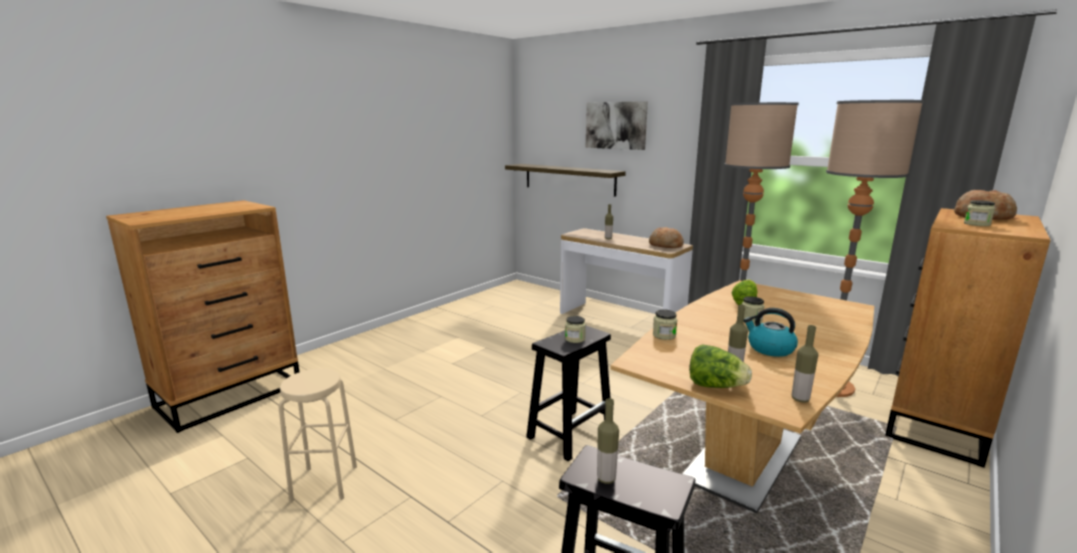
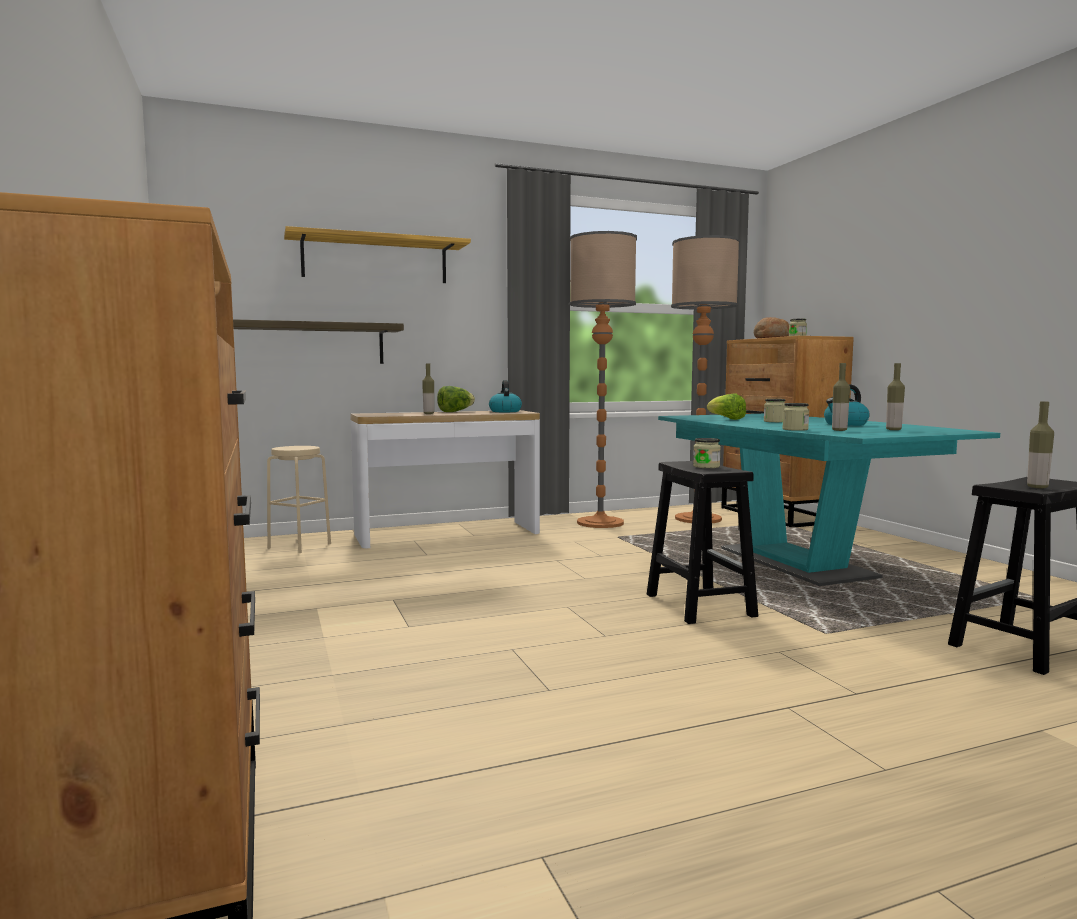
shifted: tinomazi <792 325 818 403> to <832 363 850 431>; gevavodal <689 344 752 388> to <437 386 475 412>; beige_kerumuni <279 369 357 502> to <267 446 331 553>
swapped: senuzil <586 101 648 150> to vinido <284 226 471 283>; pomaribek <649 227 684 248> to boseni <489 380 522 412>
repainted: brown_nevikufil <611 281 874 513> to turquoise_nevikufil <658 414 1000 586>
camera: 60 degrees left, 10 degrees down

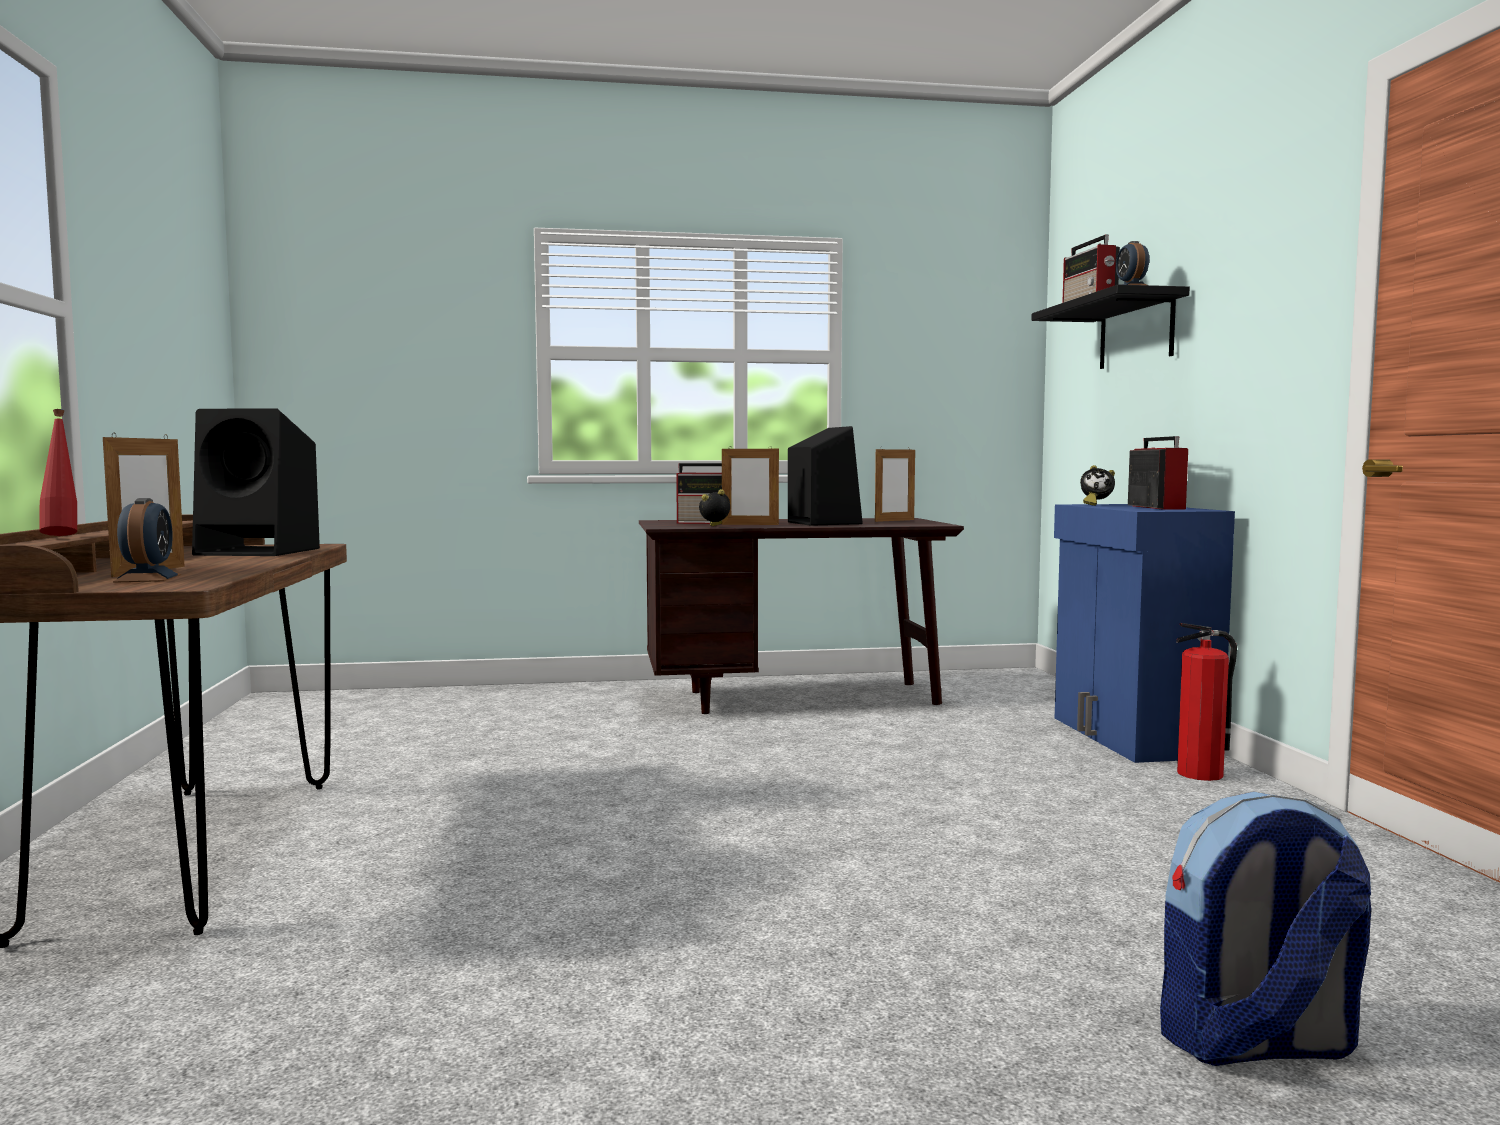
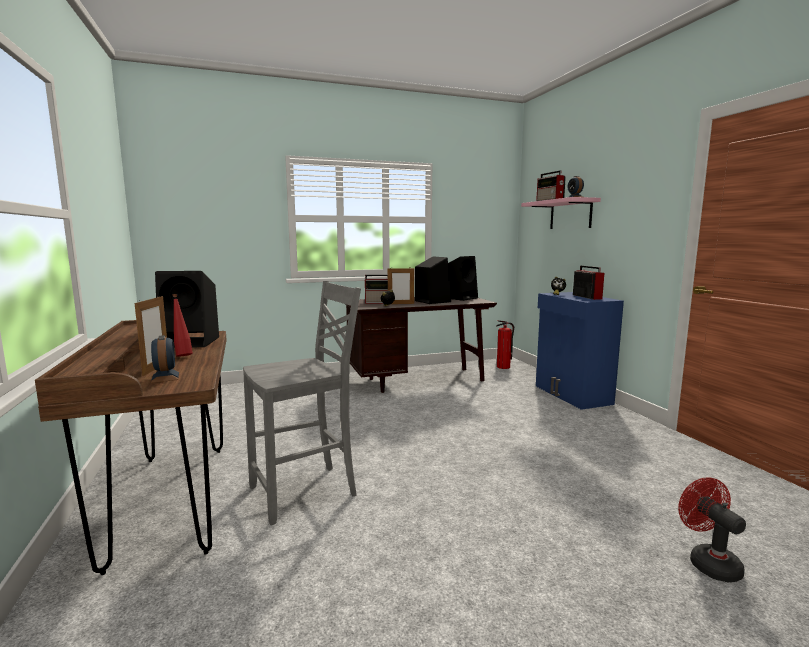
new: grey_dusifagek <243 281 361 525>
shifted: red_tinomazi <39 409 77 536> to <173 294 193 357>; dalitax <1176 623 1237 781> to <496 320 514 369>
swapped: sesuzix <875 447 915 522> to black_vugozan <448 256 478 301>; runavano <1160 792 1371 1066> to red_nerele <678 477 746 582>
repainted: black_vinido <1031 284 1190 369> to pink_vinido <521 197 601 229>
camera: 10 degrees left, 5 degrees up

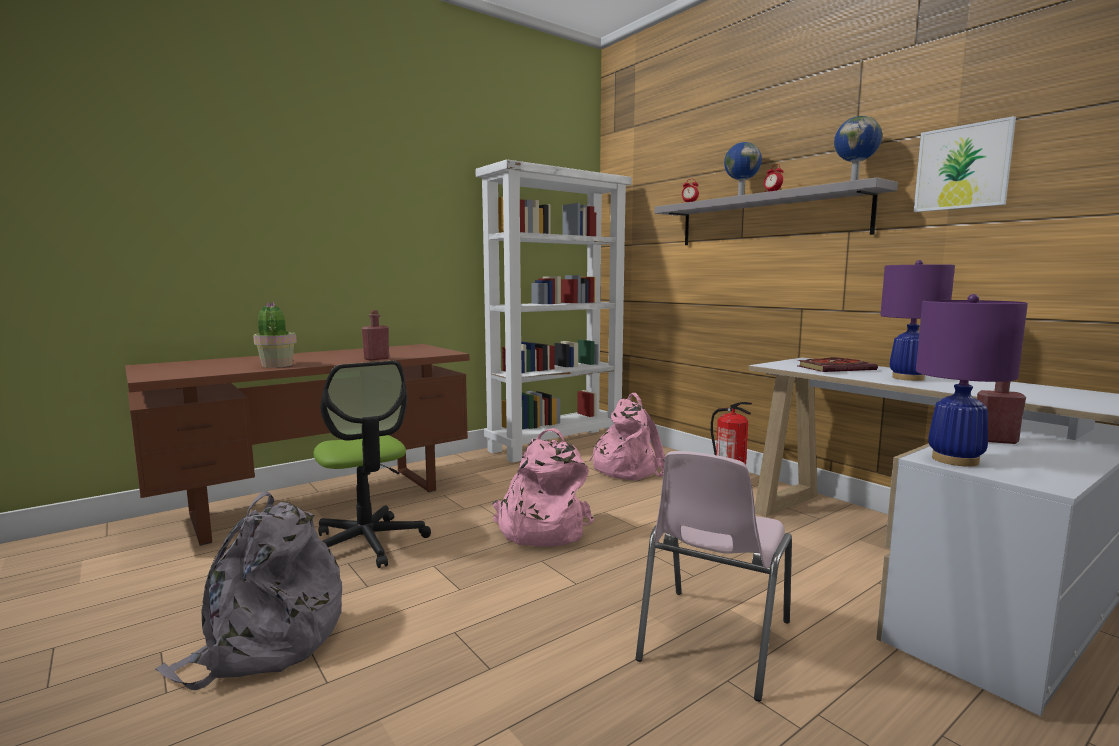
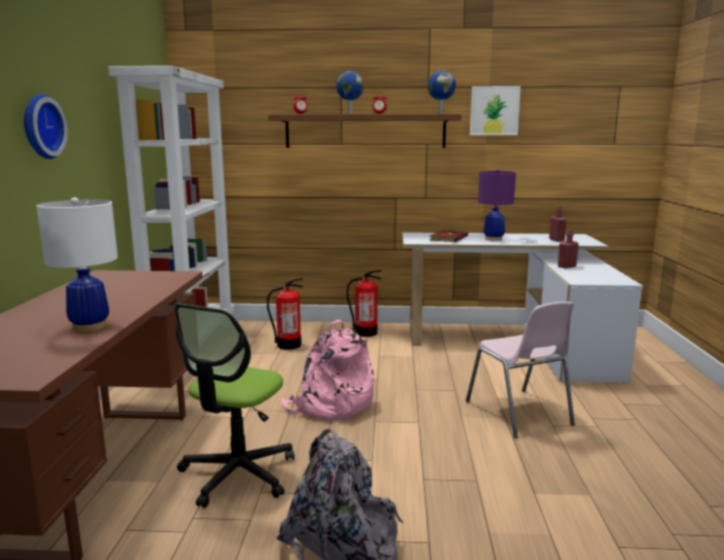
gone: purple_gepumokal <916 294 1028 467>
new: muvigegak <24 94 68 159>
shifted: red_tinomazi <362 310 389 361> to <549 205 567 242>
swapped: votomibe <253 302 297 368> to white_gepumokal <37 197 118 332>; pink_runavano <589 393 665 480> to dalitax <267 278 303 350>
repainted: grey_vinido <654 177 898 245> to brown_vinido <268 114 462 148>
rotated: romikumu <313 361 431 568> = <174 304 295 508> 105 degrees clockwise
camera: 50 degrees left, 5 degrees up

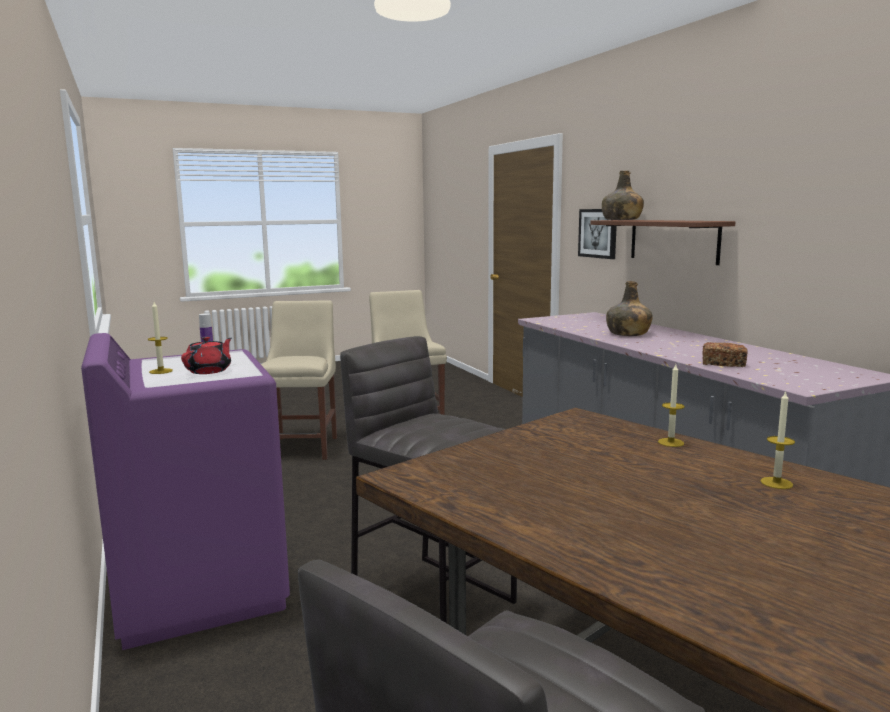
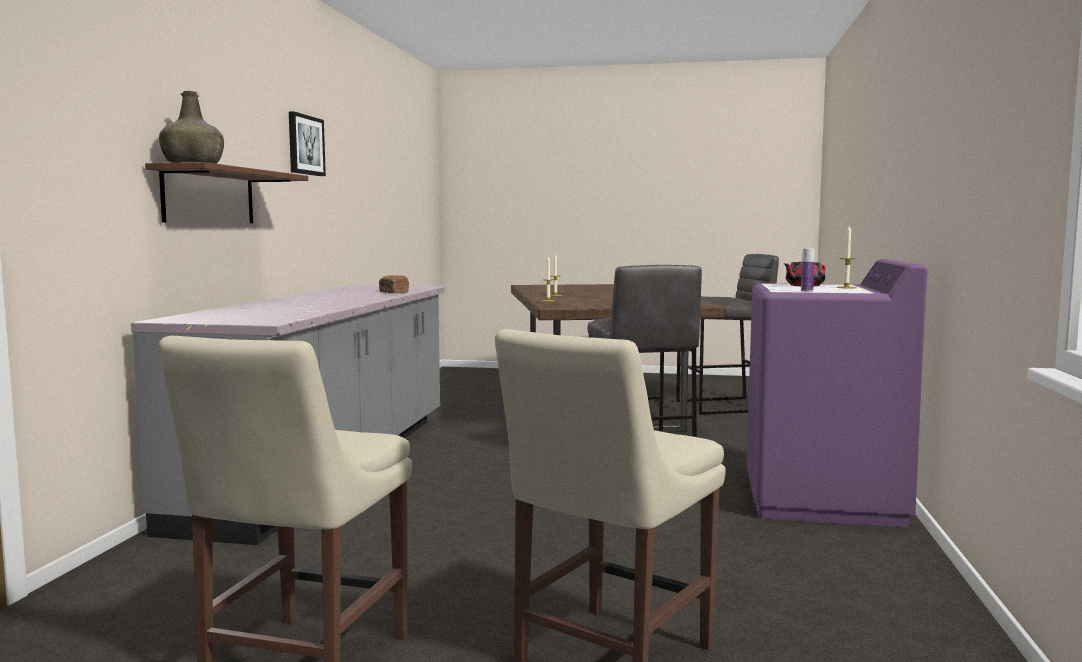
gone: green_tinomazi <606 281 653 336>
shifted: senuzil <578 209 617 259> to <289 111 326 176>
camera: 145 degrees left, 5 degrees down

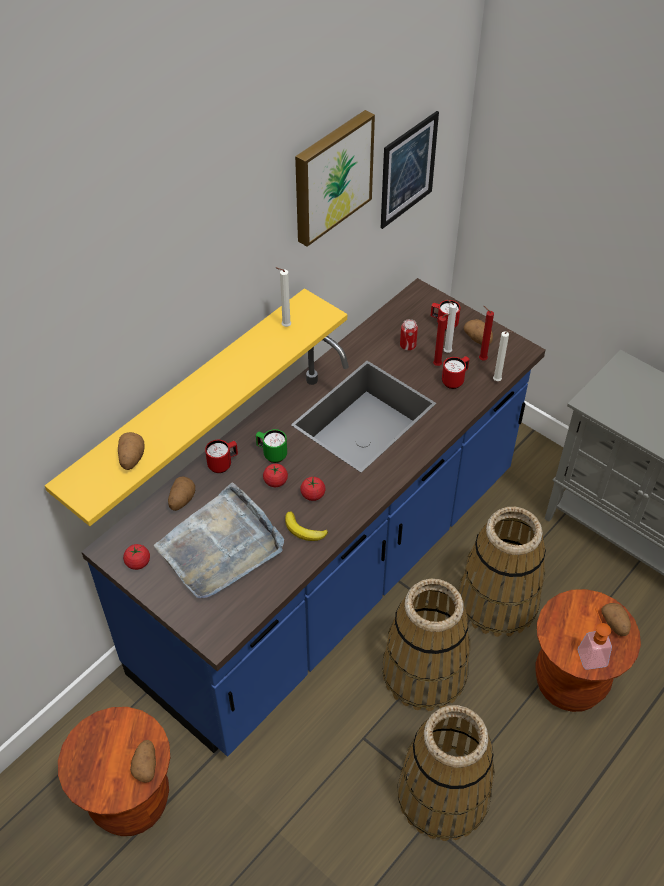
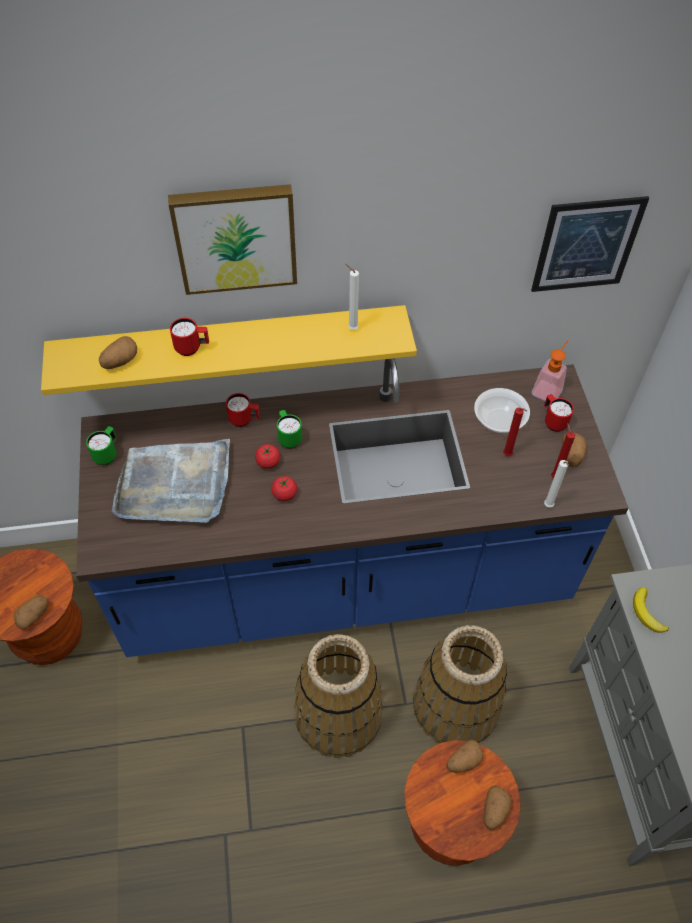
gone: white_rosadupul <444 299 457 353>; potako <397 705 495 841>
shifted: senuzil <295 110 375 247> to <168 184 297 295>; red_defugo <442 356 469 389> to <170 318 209 356>; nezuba <168 476 195 511> to <446 740 483 773>; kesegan <285 512 328 541> to <633 587 669 633>; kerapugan <578 608 612 670> to <532 339 569 401>
swapped: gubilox <400 319 418 350> to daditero <474 388 530 433>; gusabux <123 544 150 570> to green_defugo <86 426 117 465>
camera: 40 degrees right, 5 degrees up

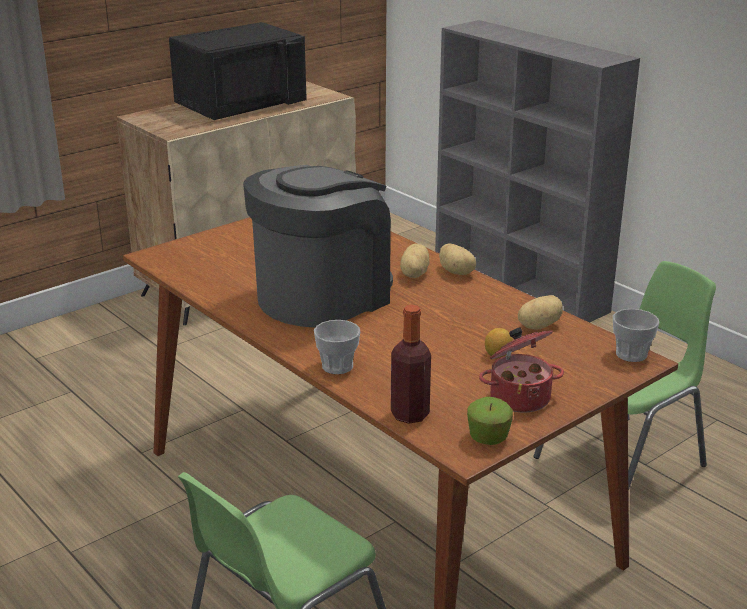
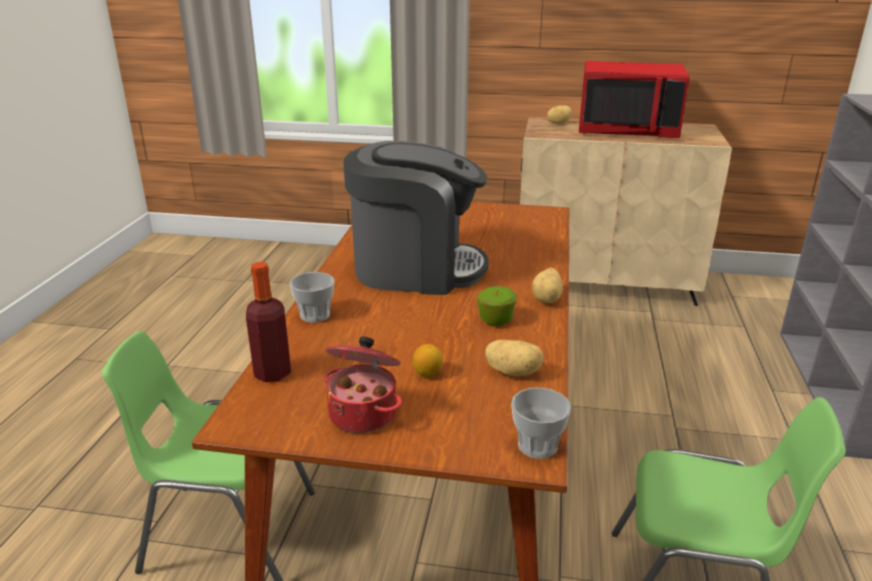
shifted: nezuba <400 244 430 278> to <547 105 572 124>; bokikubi <467 397 513 445> to <477 286 517 326>
repainted: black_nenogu <169 22 307 120> to red_nenogu <579 61 690 138>
camera: 50 degrees right, 0 degrees up

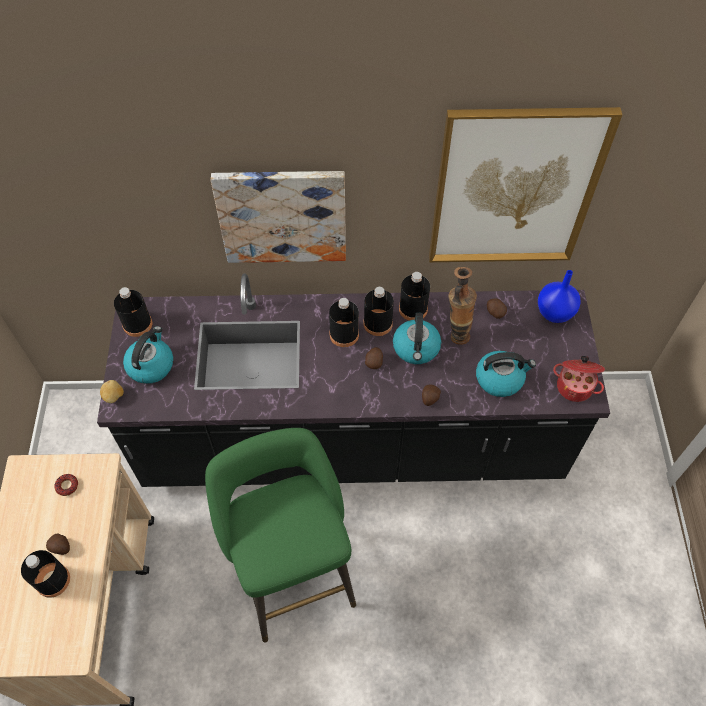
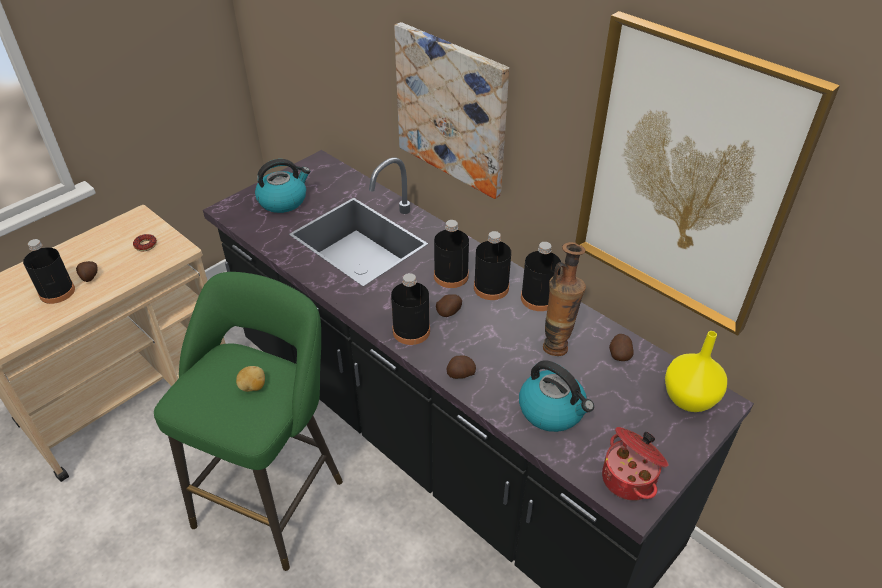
gone: boseni <393 313 441 364>
shifted: black_tinomazi <114 287 152 337> to <391 273 430 345>; nezuba <100 380 124 403> to <236 366 265 392>
repainted: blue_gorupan <538 270 580 323> to yellow_gorupan <665 331 727 412>
camera: 45 degrees right, 15 degrees down

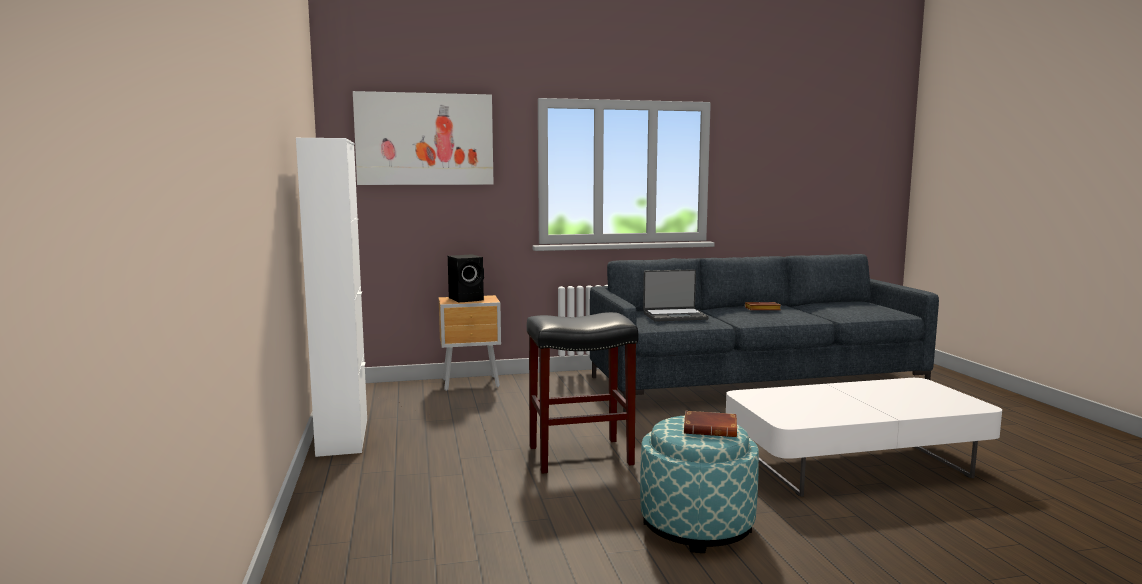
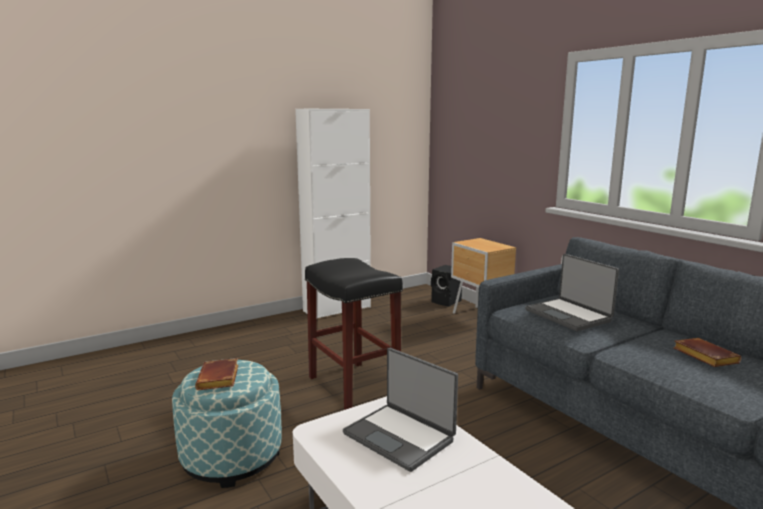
gone: senuzil <353 91 494 185>
new: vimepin <343 348 458 472>
shifted: black_vugozan <448 254 484 302> to <431 265 462 307>
camera: 70 degrees right, 5 degrees up

